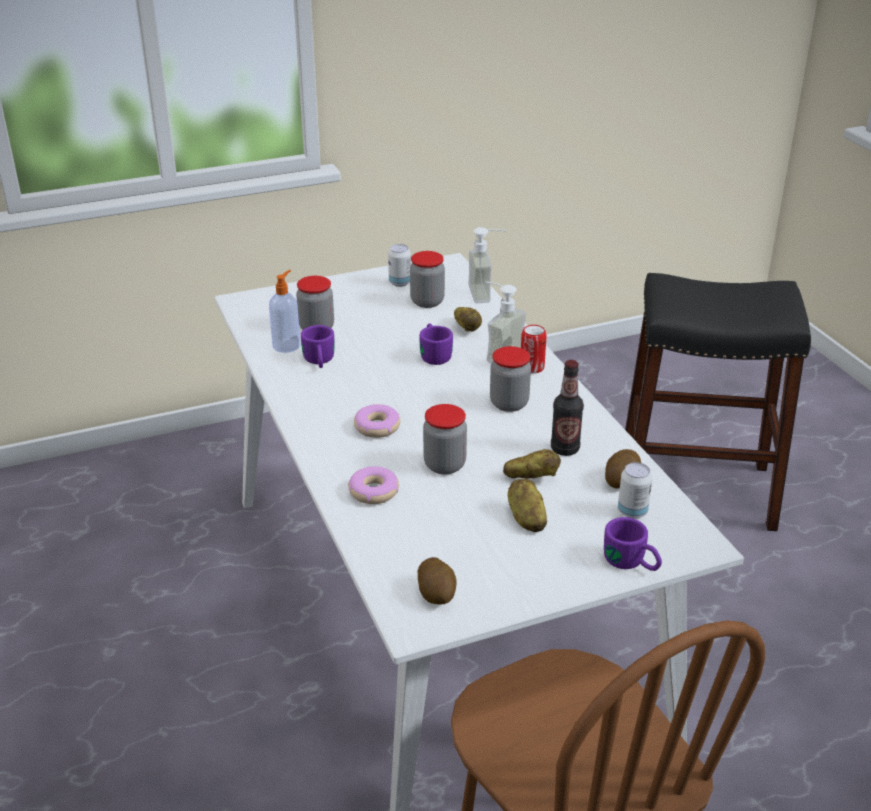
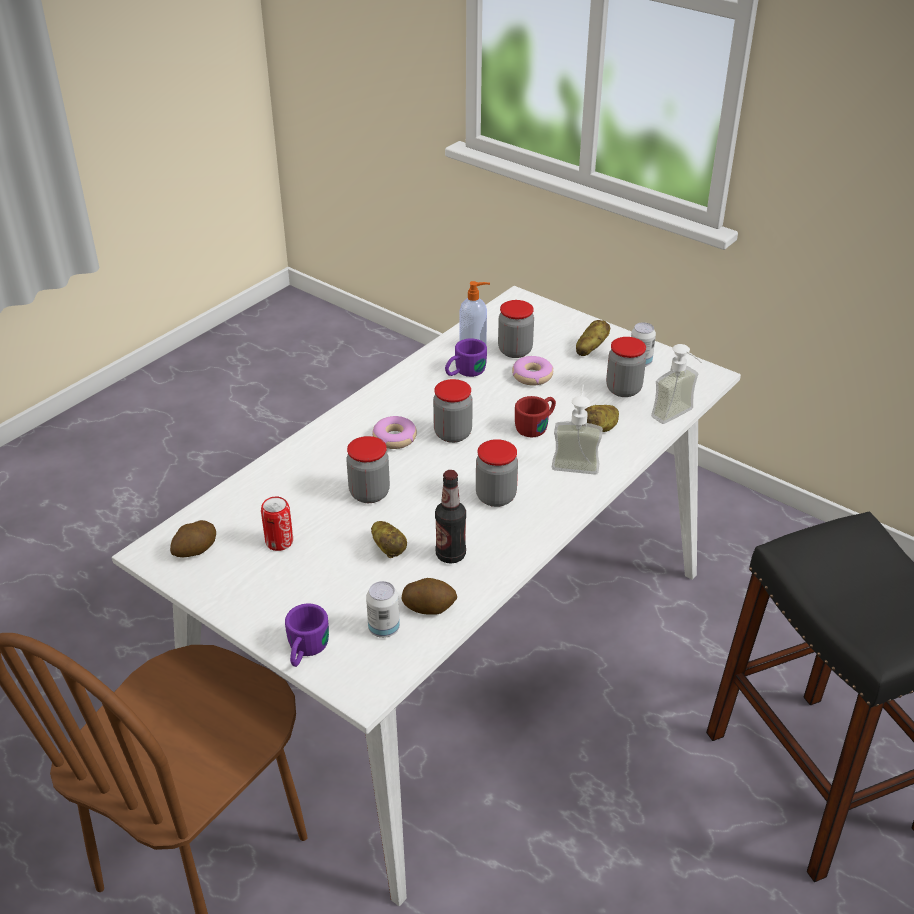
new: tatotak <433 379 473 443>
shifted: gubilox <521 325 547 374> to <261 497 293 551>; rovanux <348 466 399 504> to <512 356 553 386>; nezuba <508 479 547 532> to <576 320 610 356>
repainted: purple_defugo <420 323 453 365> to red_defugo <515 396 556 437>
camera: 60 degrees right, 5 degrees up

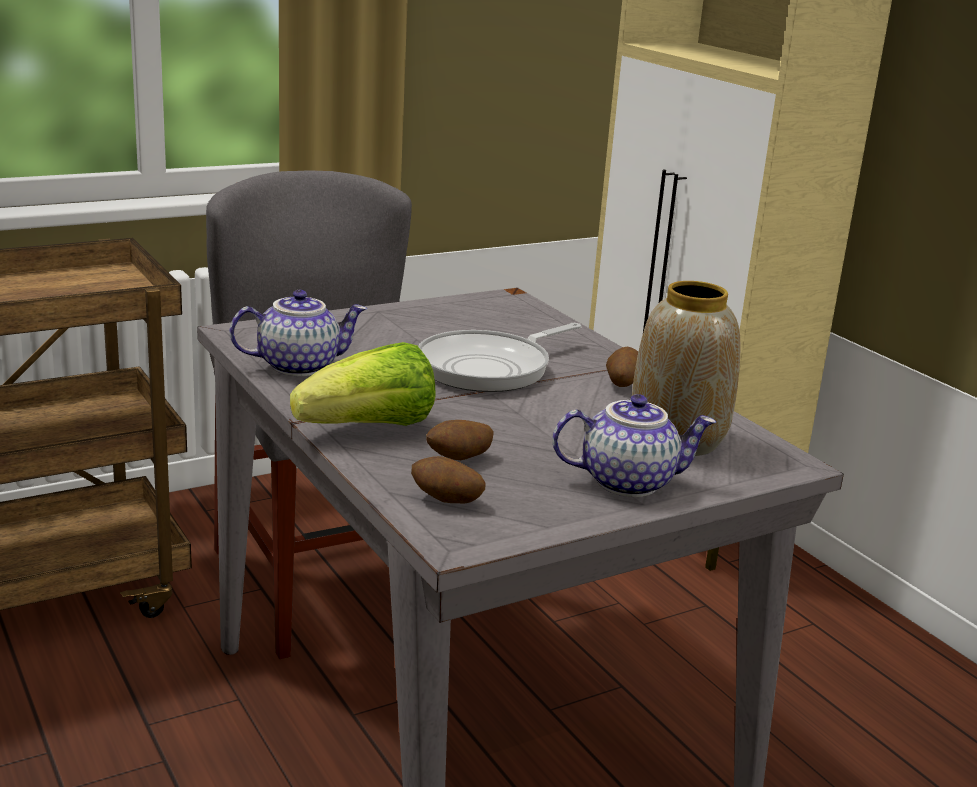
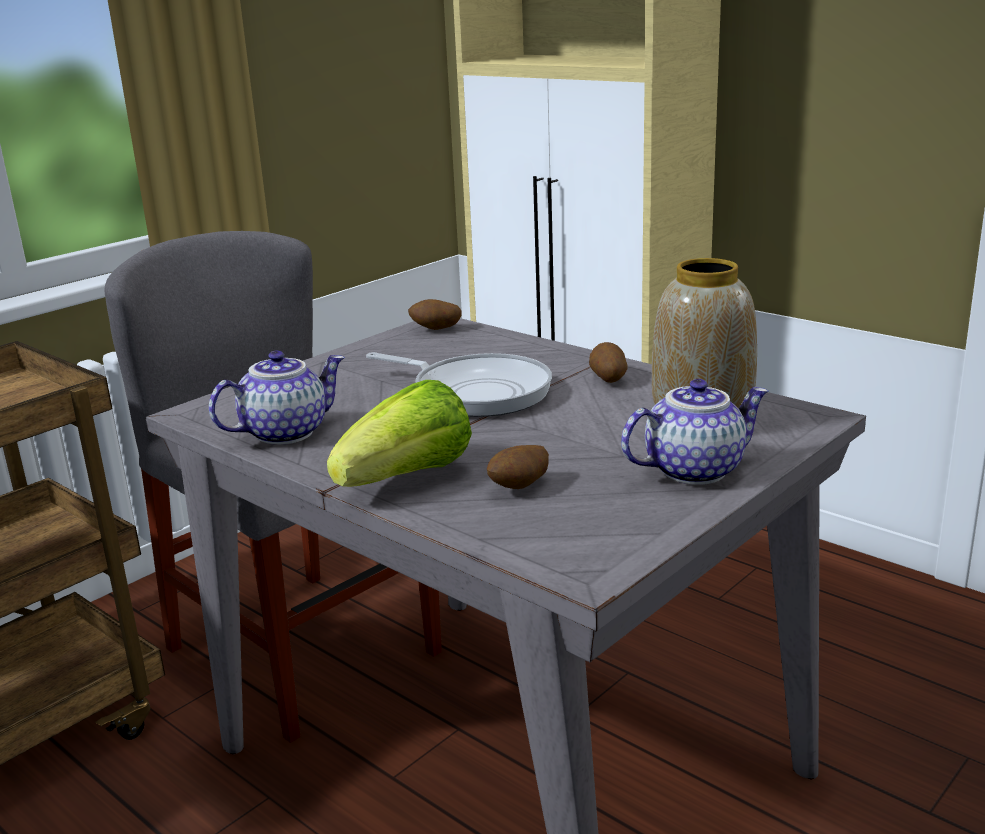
shifted: nezuba <411 456 486 504> to <408 299 462 330>
rotated: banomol <418 323 581 392> = <366 352 552 417> 90 degrees counterclockwise
camera: 15 degrees left, 0 degrees up

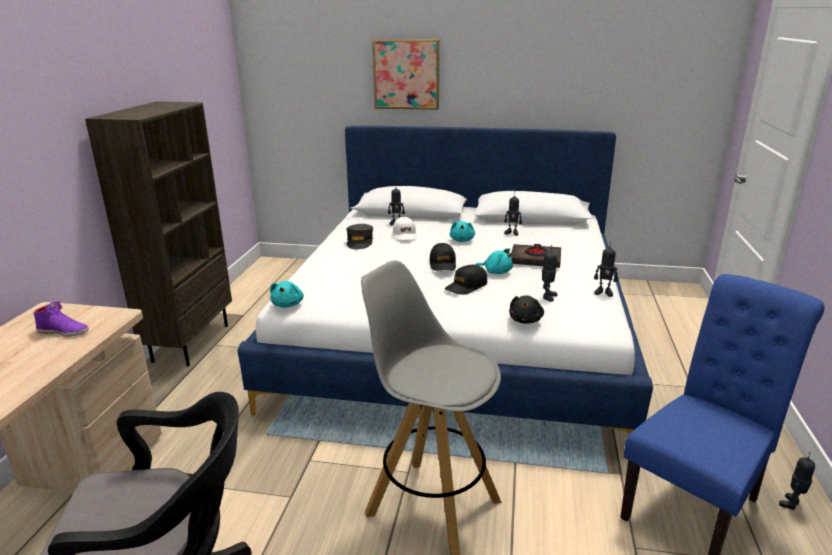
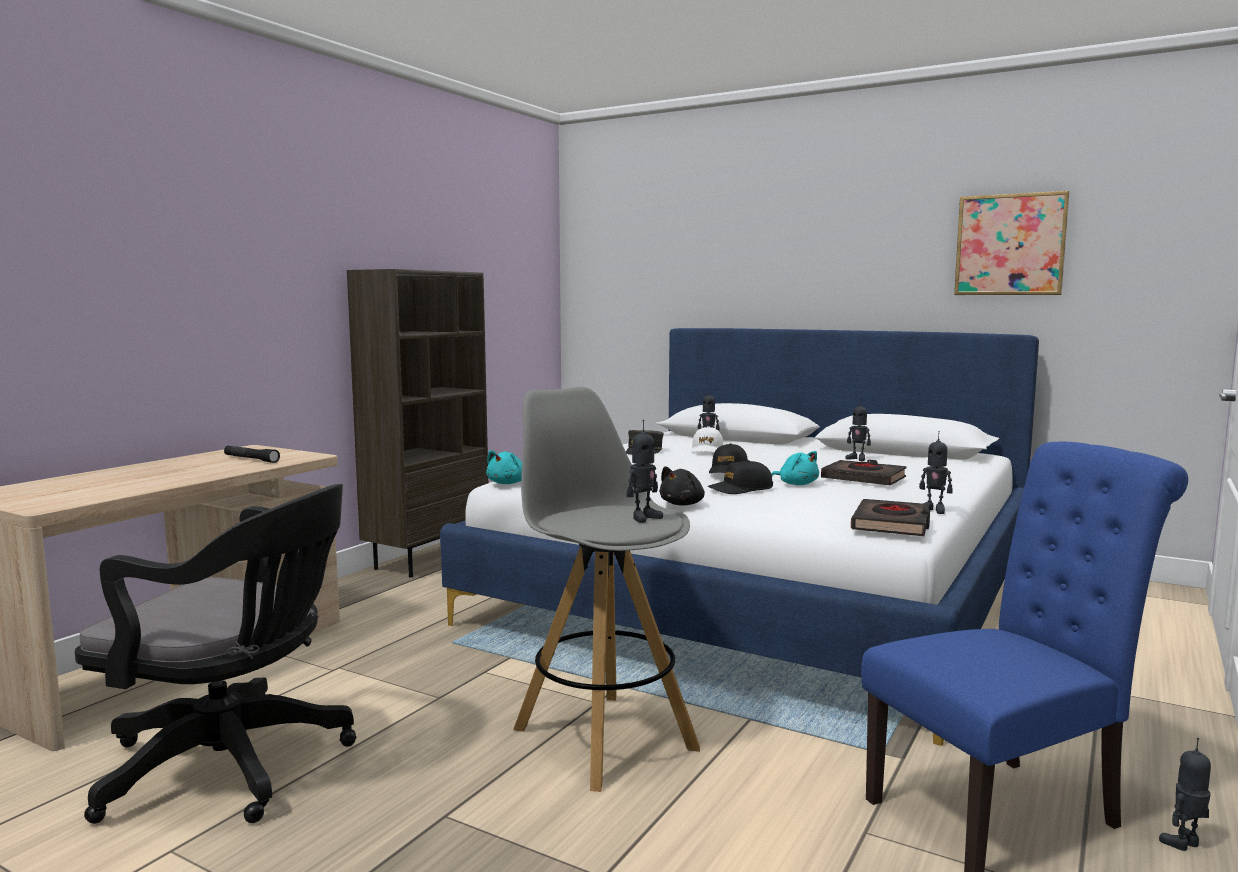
gone: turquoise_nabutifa <450 221 475 242>
new: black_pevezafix <851 499 930 536>
shifted: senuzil <372 39 439 110> to <954 191 1070 295>; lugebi <542 245 557 302> to <626 420 663 523>; black_nabutifa <509 295 544 324> to <659 466 705 506>
swapped: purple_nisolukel <33 301 89 337> to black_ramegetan <224 446 280 463>
camera: 20 degrees right, 15 degrees down

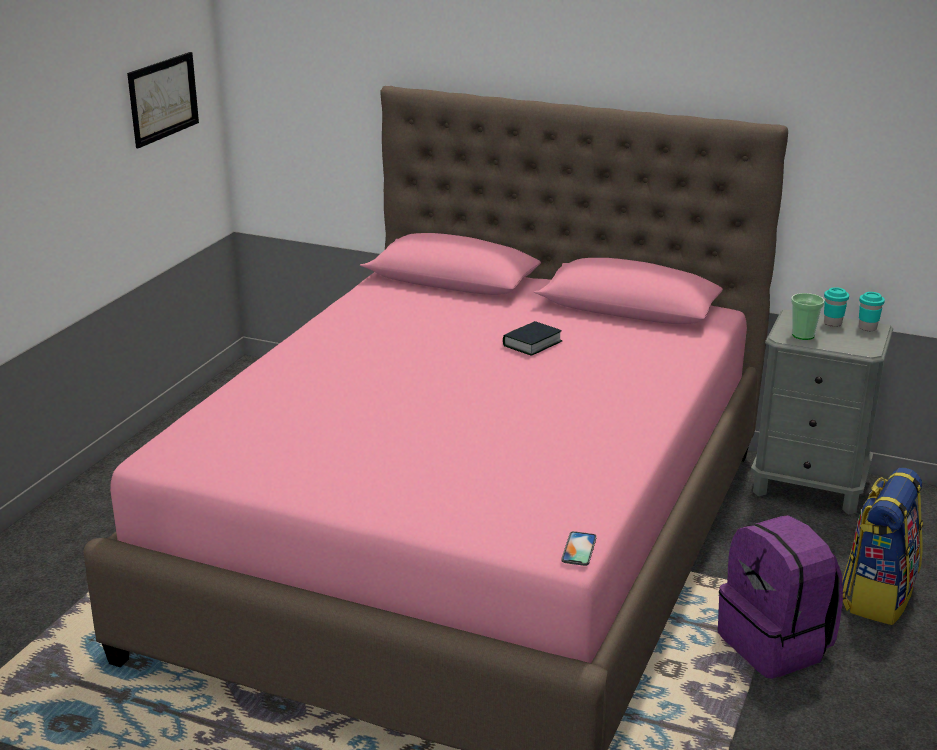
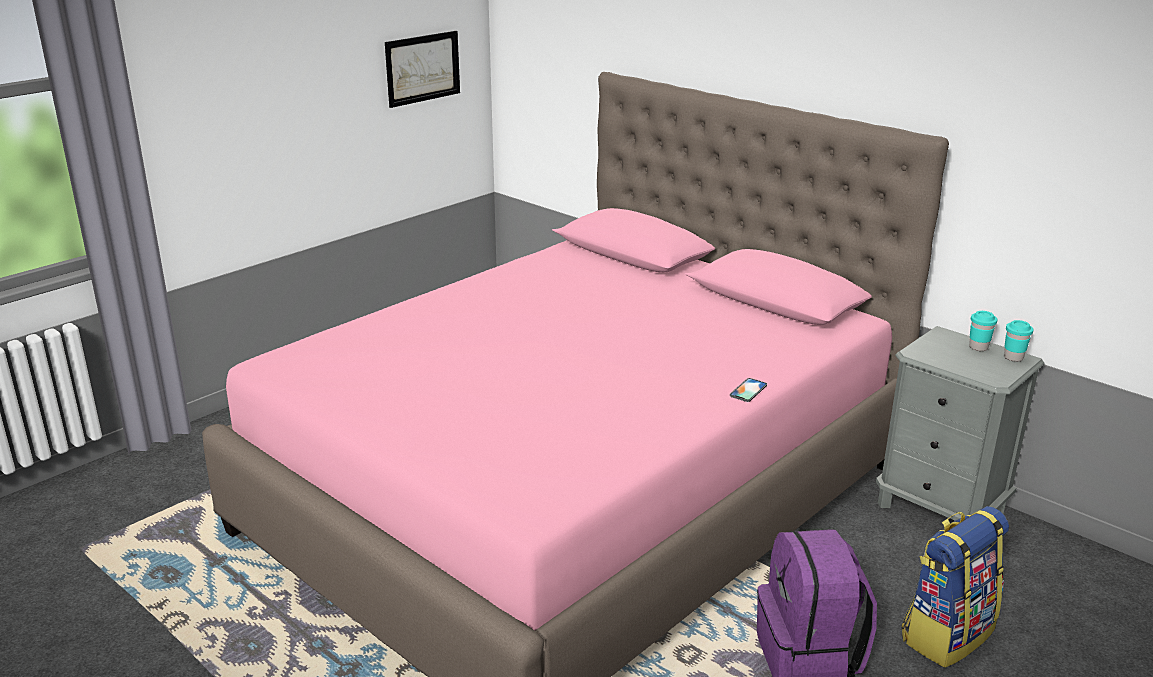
gone: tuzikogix <791 293 825 340>; pevezafix <503 321 562 356>
shifted: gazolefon <561 531 597 566> to <730 378 767 402>
camera: 20 degrees right, 0 degrees up

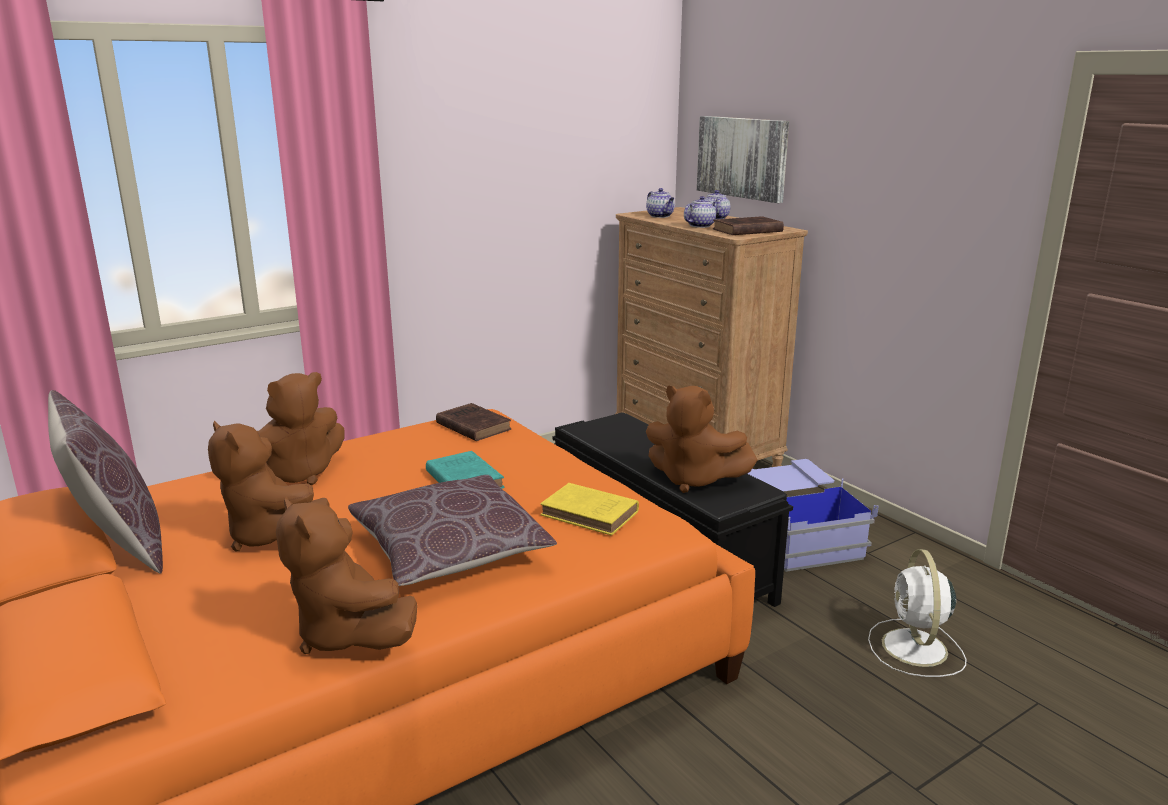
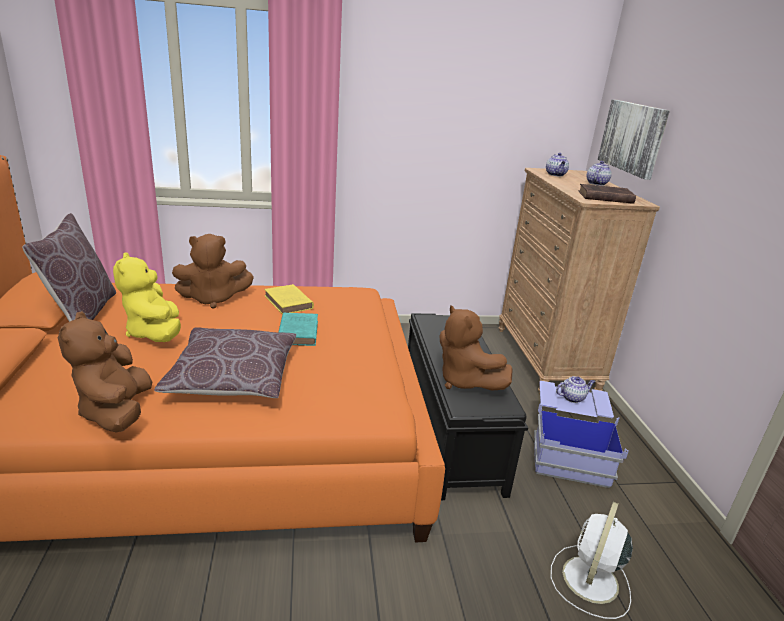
gone: brown_pevezafix <436 403 512 441>
shifted: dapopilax <684 196 718 228> to <556 376 595 403>; yellow_pevezafix <541 483 639 535> to <264 284 314 314>
repainted: brown_nabutifa <208 421 330 551> to yellow_nabutifa <113 252 181 342>
camera: 25 degrees right, 5 degrees up

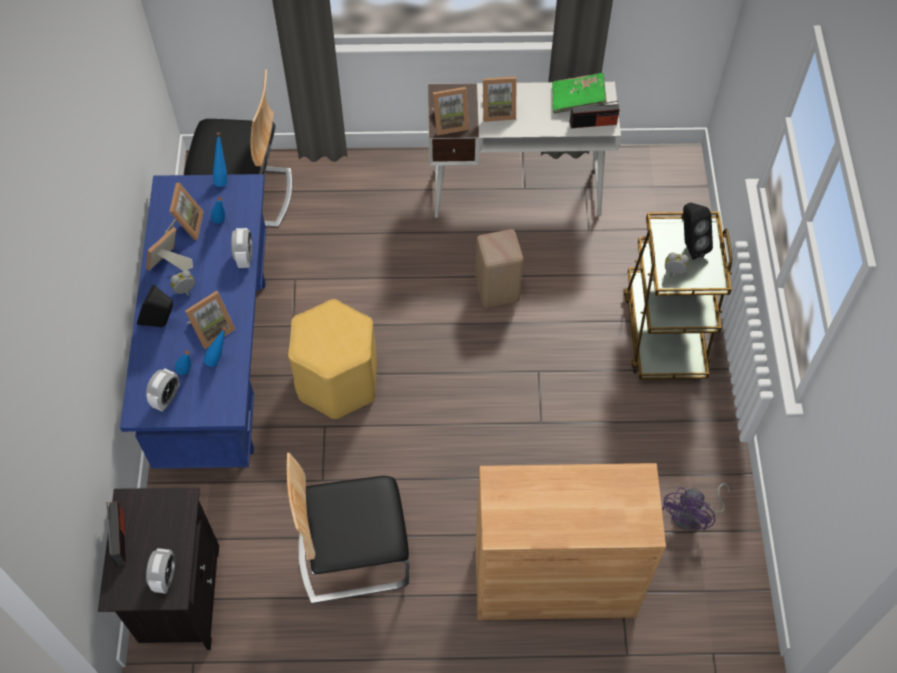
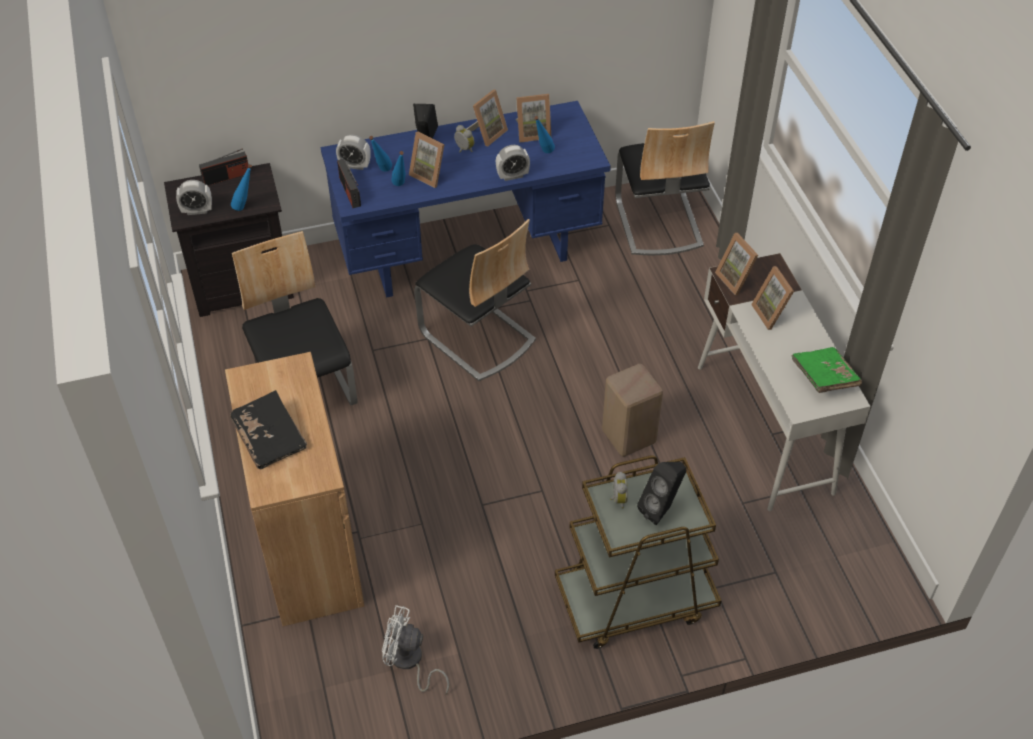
new: black_pevezafix <230 390 307 470>
shifted: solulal <570 101 620 128> to <337 159 361 208>; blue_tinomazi <213 132 227 187> to <231 164 252 211>
swapped: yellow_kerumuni <288 299 377 419> to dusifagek <414 219 536 381>
repainted: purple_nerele <662 483 730 530> to white_nerele <382 605 450 694>
rotated: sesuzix <146 227 193 271> = <466 89 508 146> 105 degrees clockwise
camera: 75 degrees right, 10 degrees down

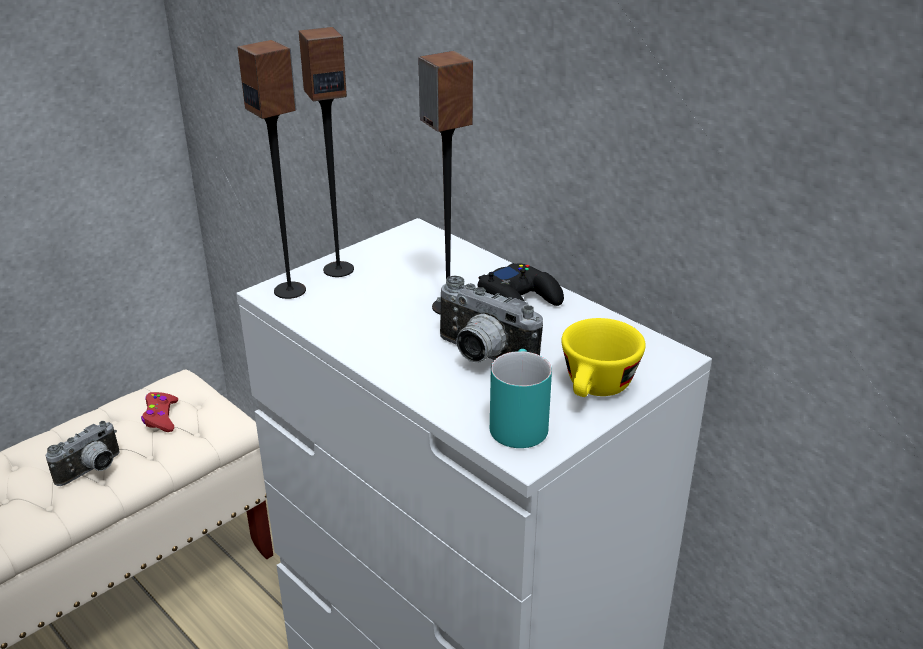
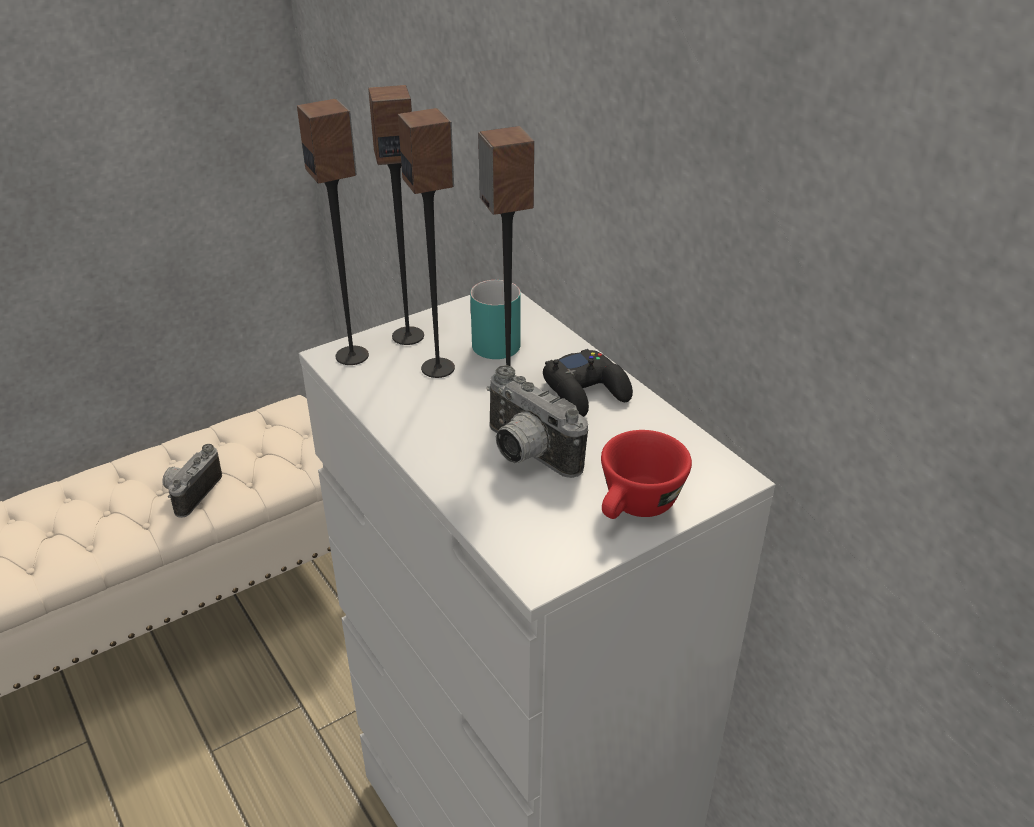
gone: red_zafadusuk <141 392 178 432>
new: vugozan <398 108 455 378>
shifted: turquoise_defugo <490 349 552 448> to <470 280 521 359>
repainted: yellow_tuzikogix <561 318 646 397> to red_tuzikogix <601 430 692 519>
rotated: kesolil <46 421 120 486> = <162 444 222 518> 150 degrees clockwise
camera: 10 degrees right, 5 degrees up

